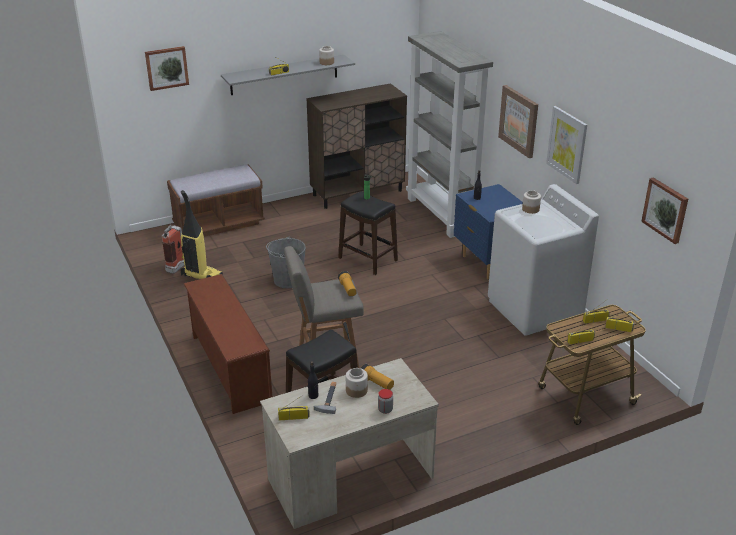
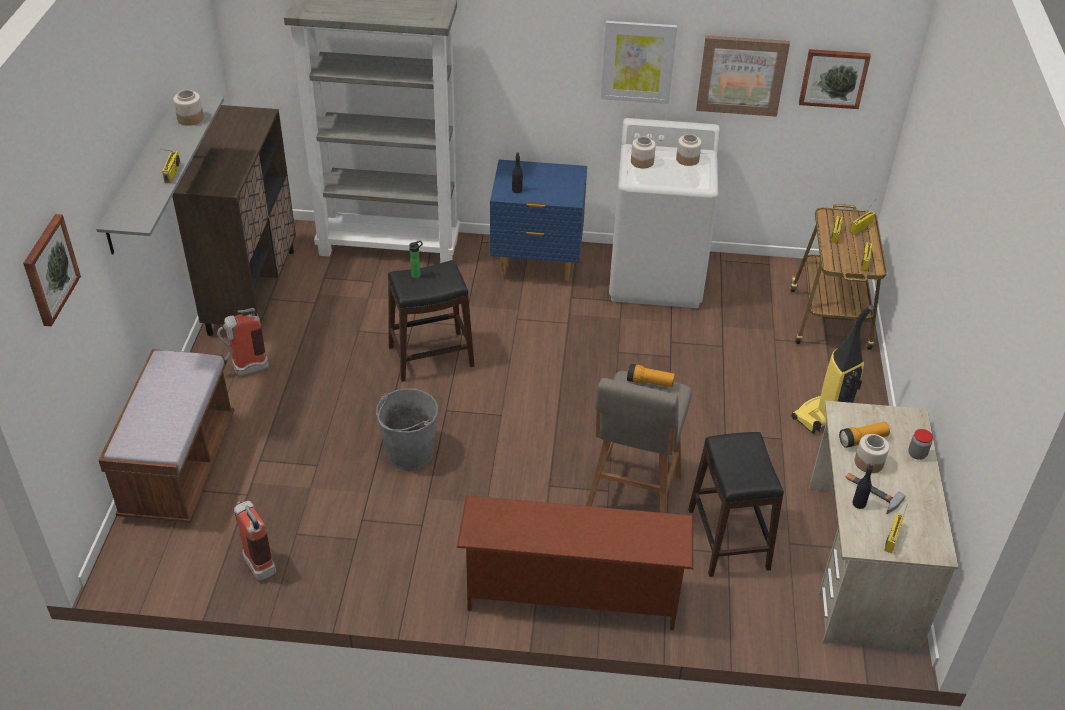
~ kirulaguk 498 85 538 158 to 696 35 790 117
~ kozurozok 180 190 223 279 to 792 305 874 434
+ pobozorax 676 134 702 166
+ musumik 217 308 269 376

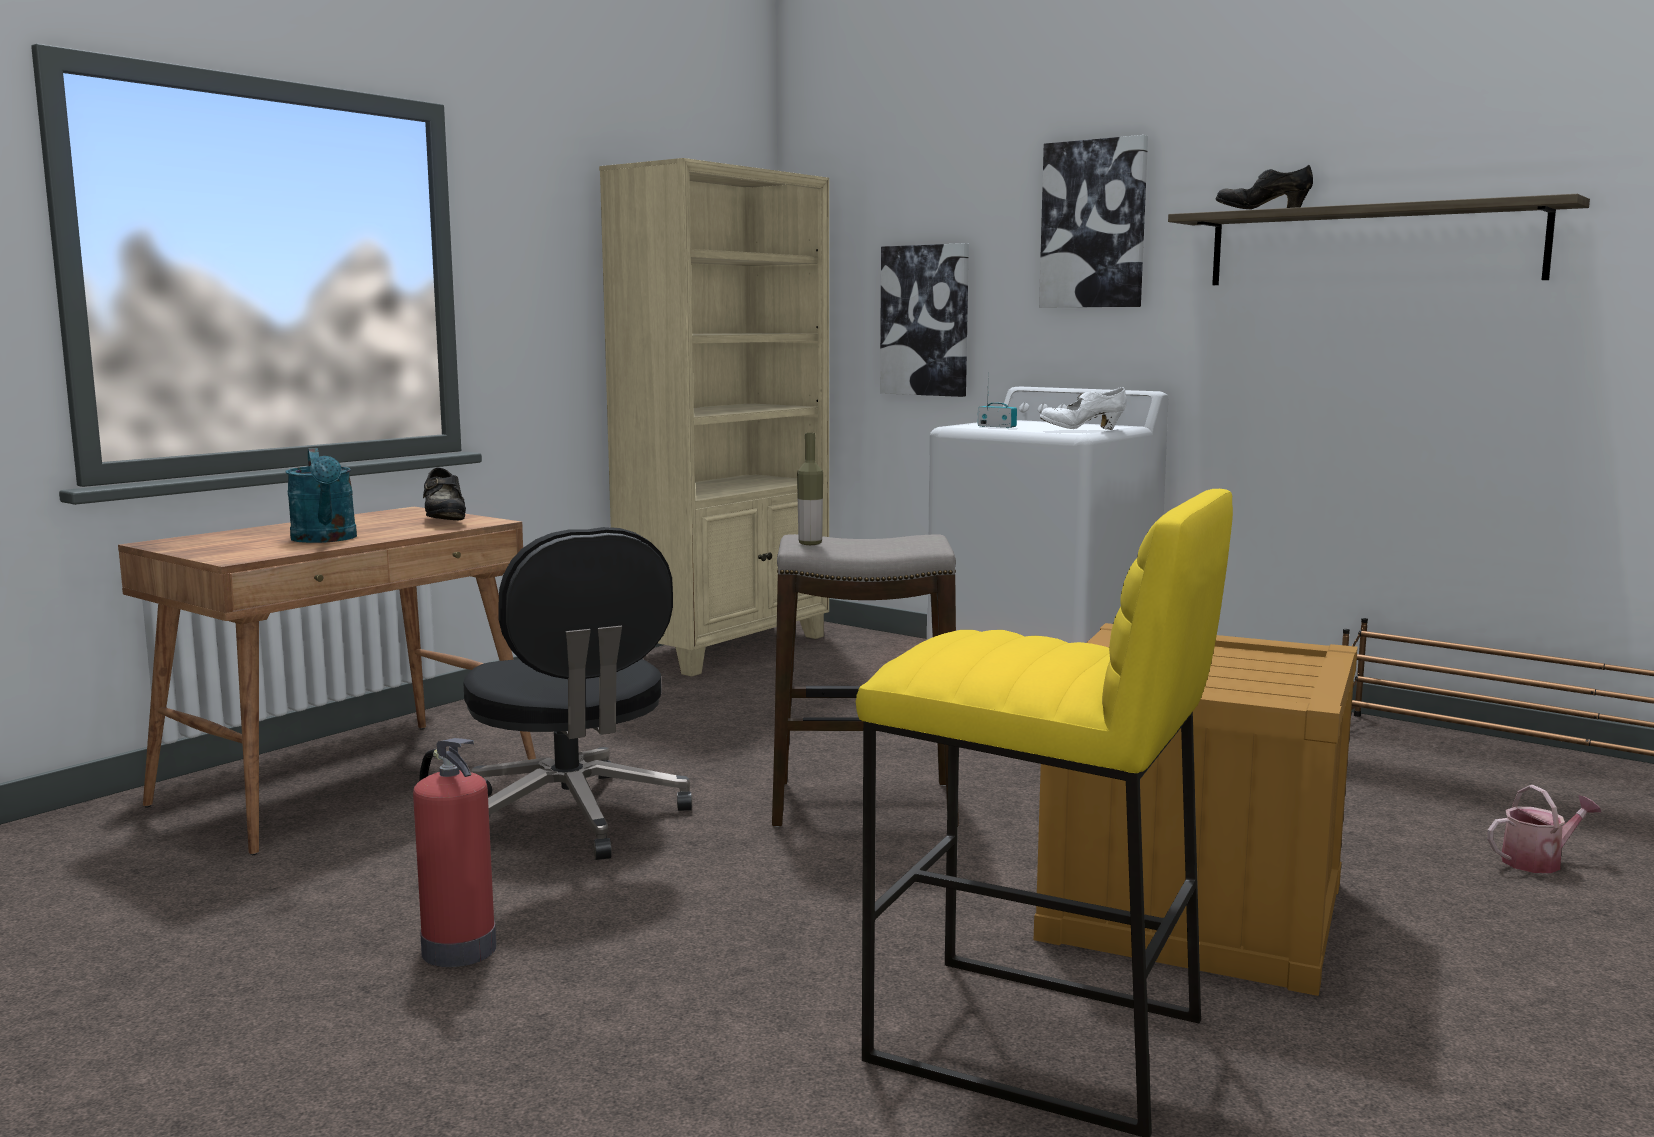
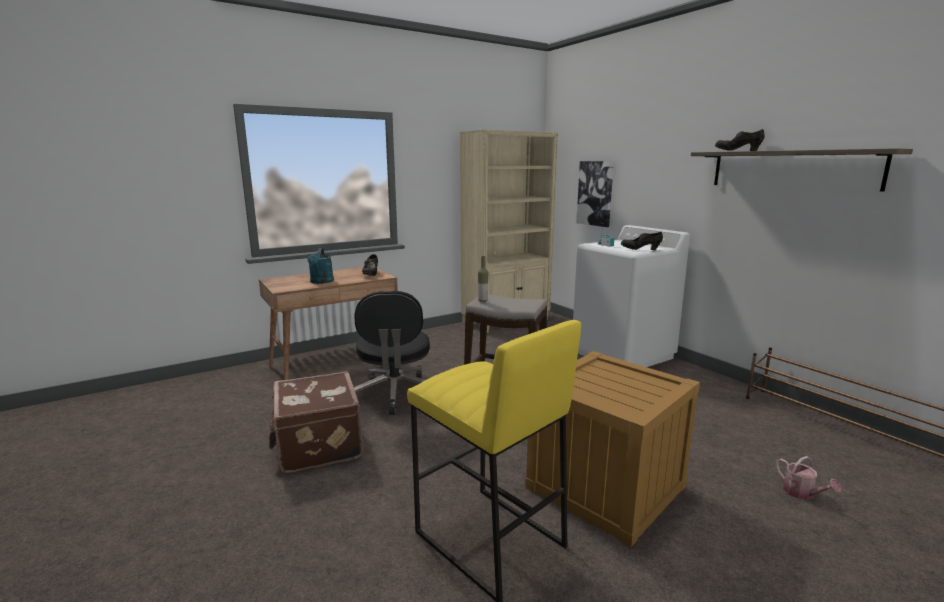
- kirulaguk 1039 135 1148 307
~ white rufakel 1040 387 1127 430 to black rufakel 621 232 663 250
~ musumik 413 738 496 967 to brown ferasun 269 371 363 473
~ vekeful 1487 785 1601 873 = 776 456 842 500 60 degrees clockwise

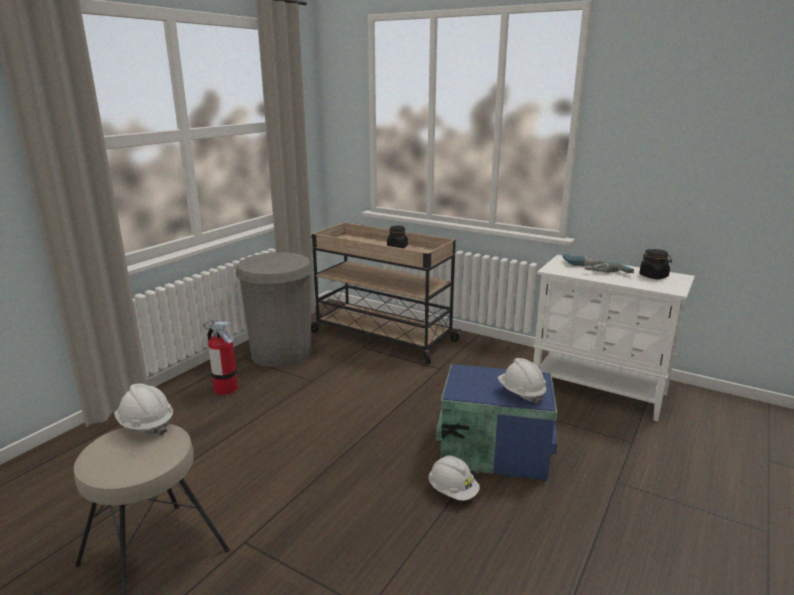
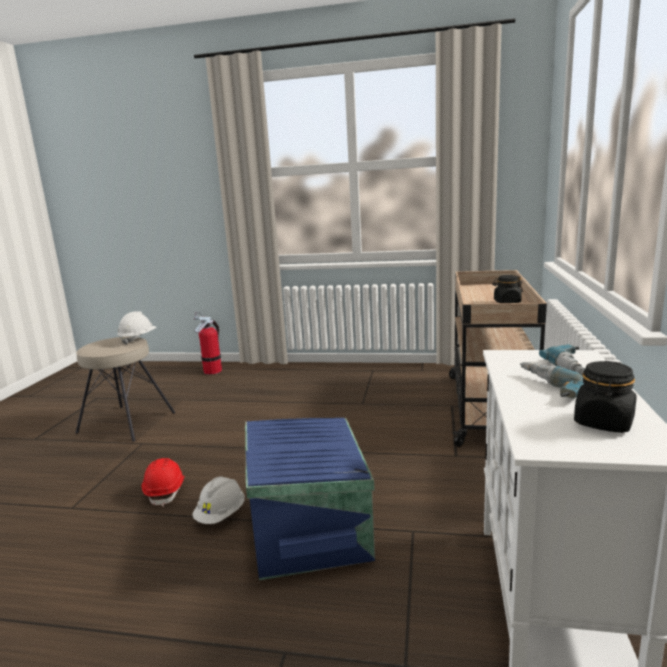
- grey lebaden 236 252 313 367
~ musumik 203 320 238 395 to 194 312 222 374
- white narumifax 498 358 547 405
+ red narumifax 142 458 185 507

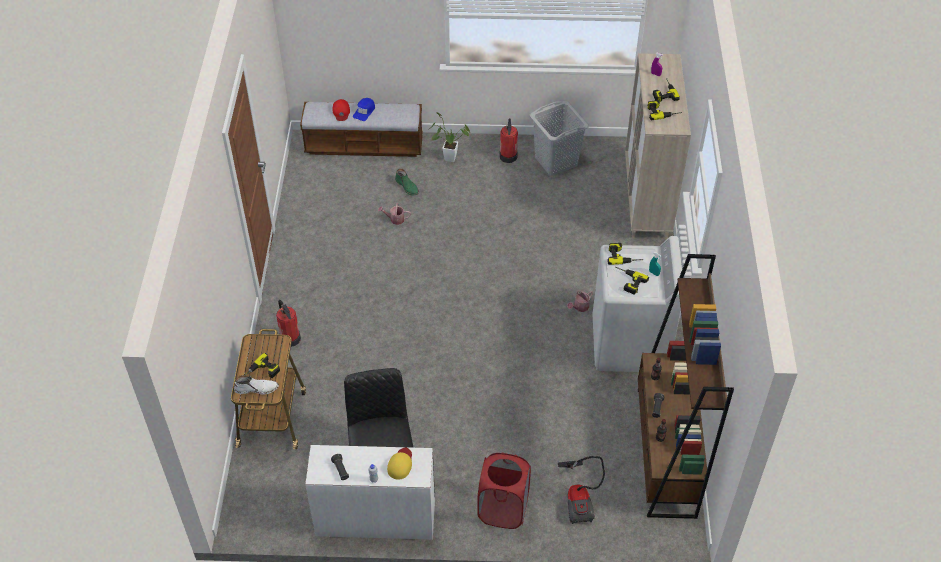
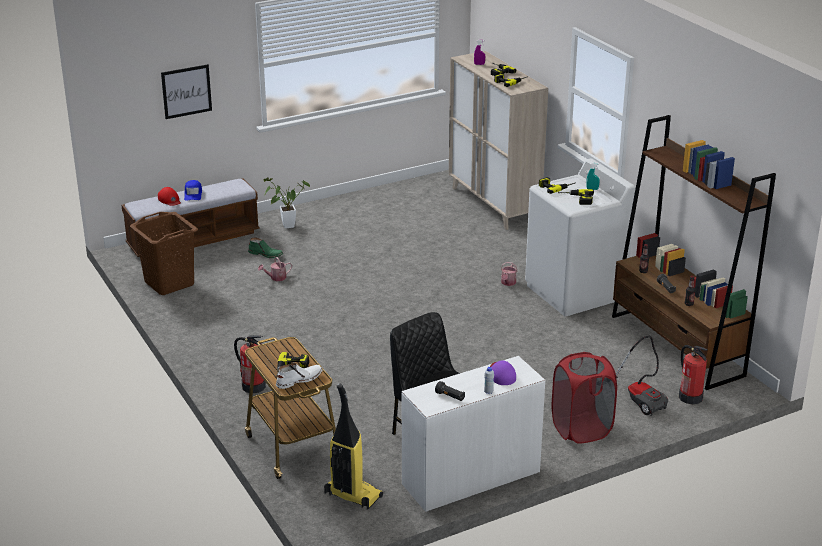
- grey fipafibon 530 101 589 175
~ musumik 499 118 518 163 to 679 345 708 404
~ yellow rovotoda 387 448 412 480 to purple rovotoda 490 361 516 385
+ kirulaguk 161 64 212 119
+ brown fipafibon 130 212 198 295
+ kozurozok 324 384 383 510

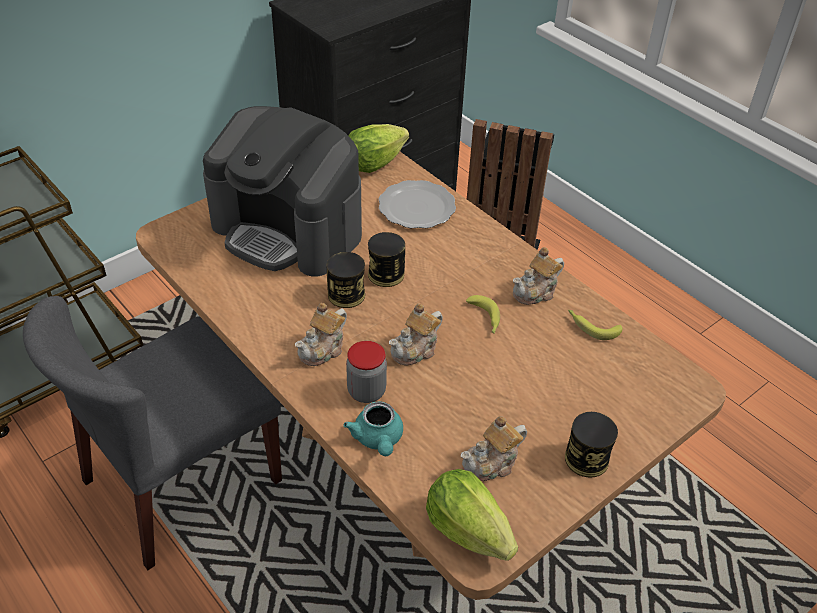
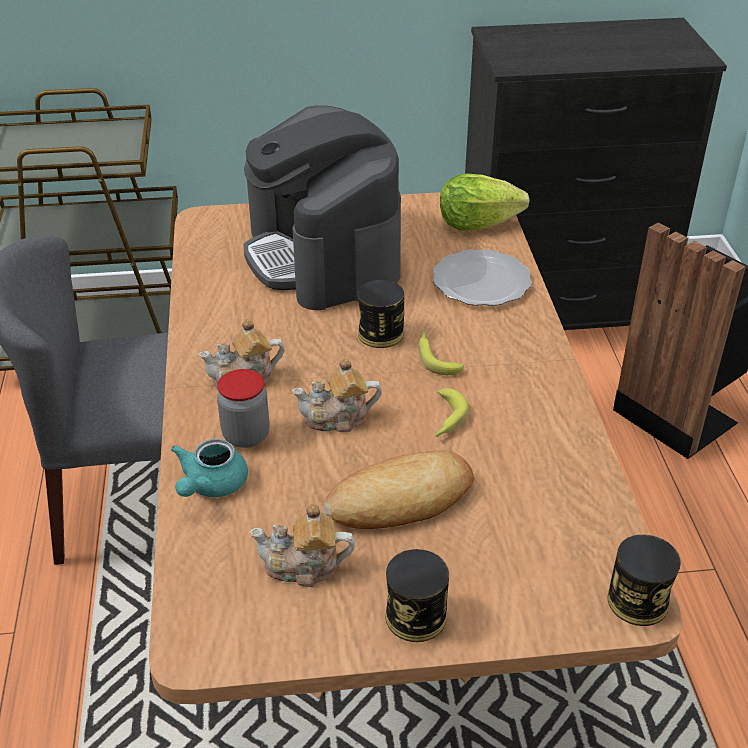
- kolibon 513 247 564 305
~ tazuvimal 327 252 365 308 to 608 534 681 626
~ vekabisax 568 310 622 340 to 419 331 464 375
- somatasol 426 469 518 561
+ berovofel 324 450 474 529

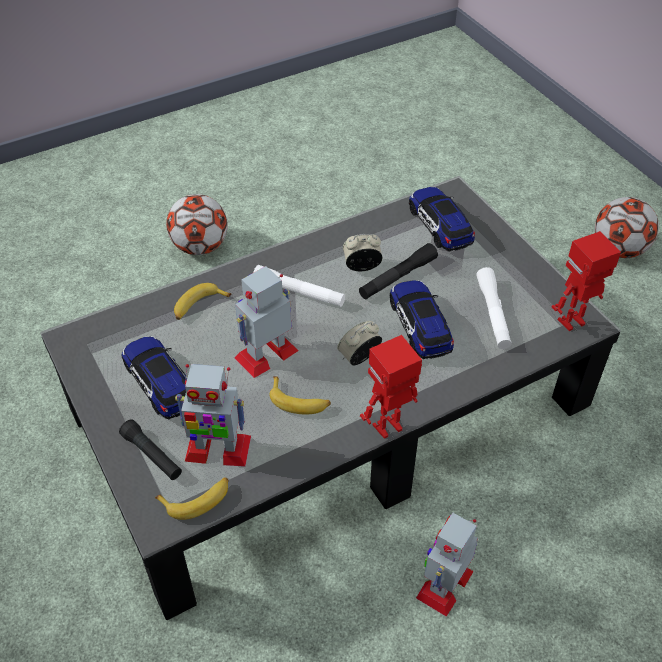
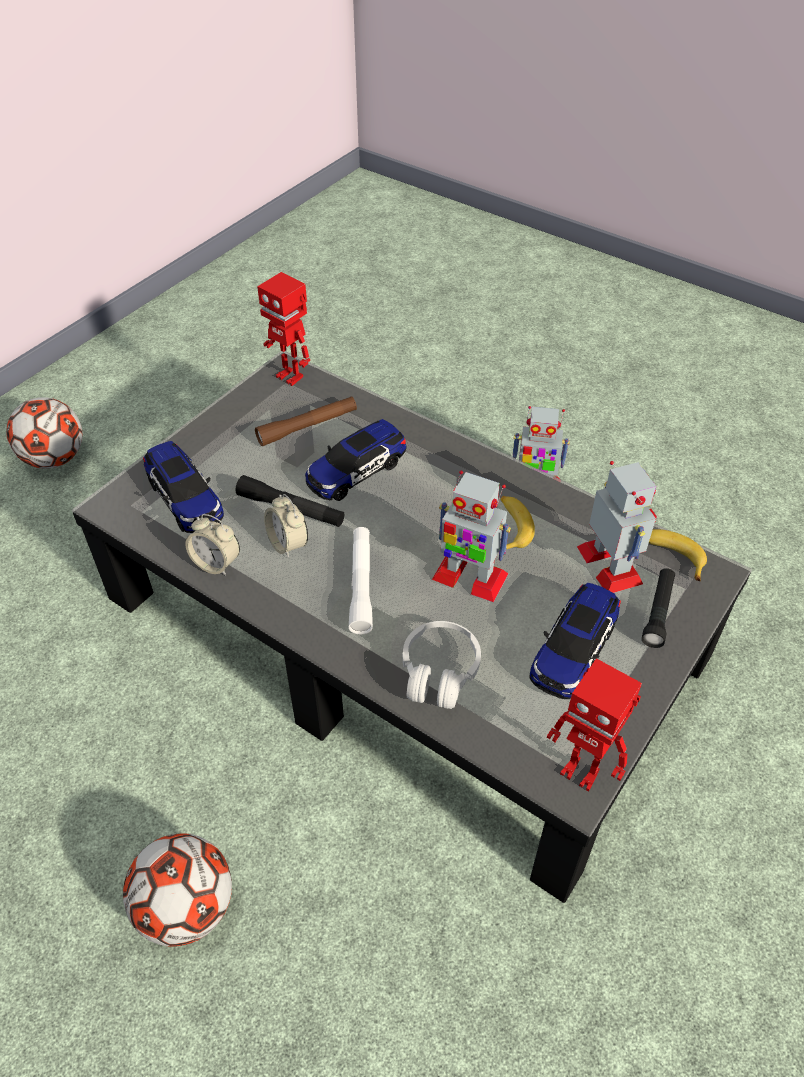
~ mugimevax 409 187 475 252 = 143 441 224 533 75 degrees counterclockwise
~ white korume 477 267 512 349 to brown korume 255 396 357 446
~ vekabisax 174 283 231 320 to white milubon 403 621 481 709
~ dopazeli 337 321 382 365 to 185 514 240 576
~ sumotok 360 335 422 439 to 547 658 642 792

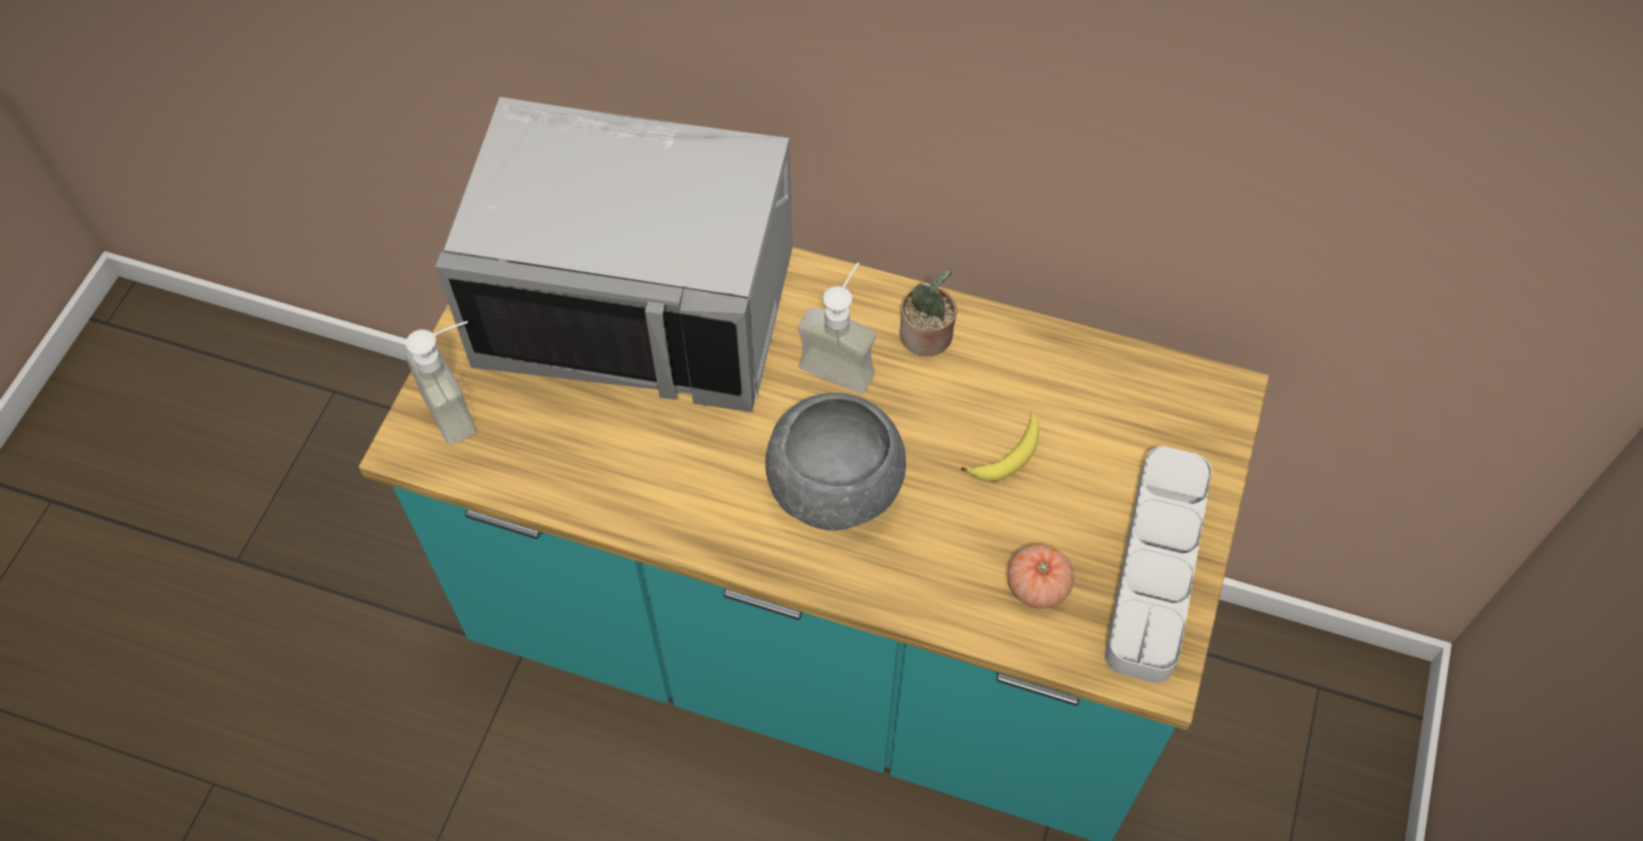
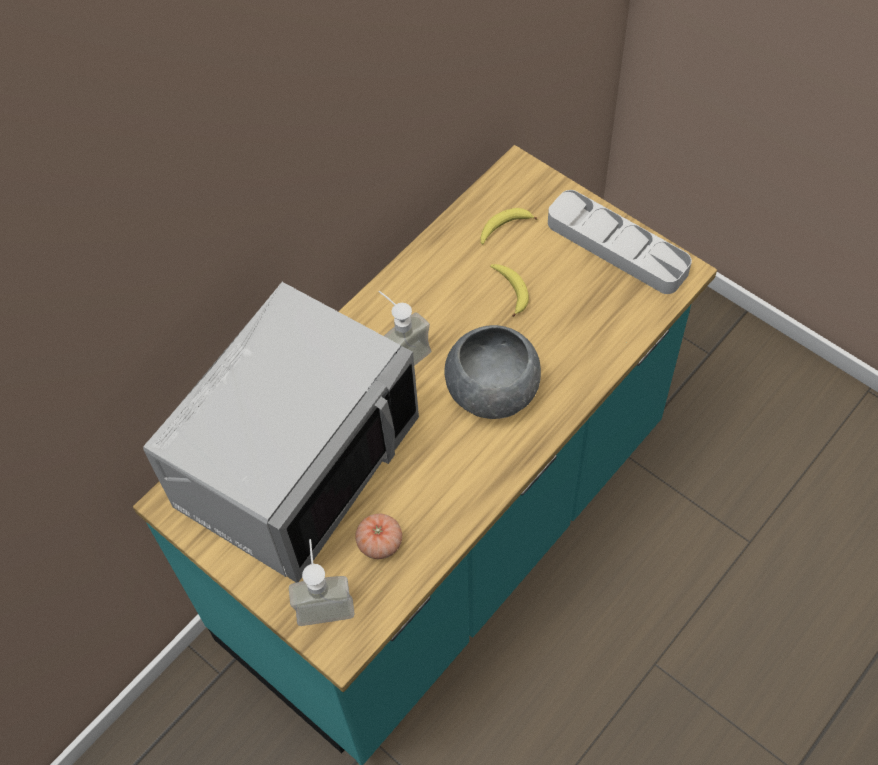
- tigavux 899 269 957 356
~ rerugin 1008 545 1074 609 to 355 514 402 559
+ vekabisax 481 208 538 244

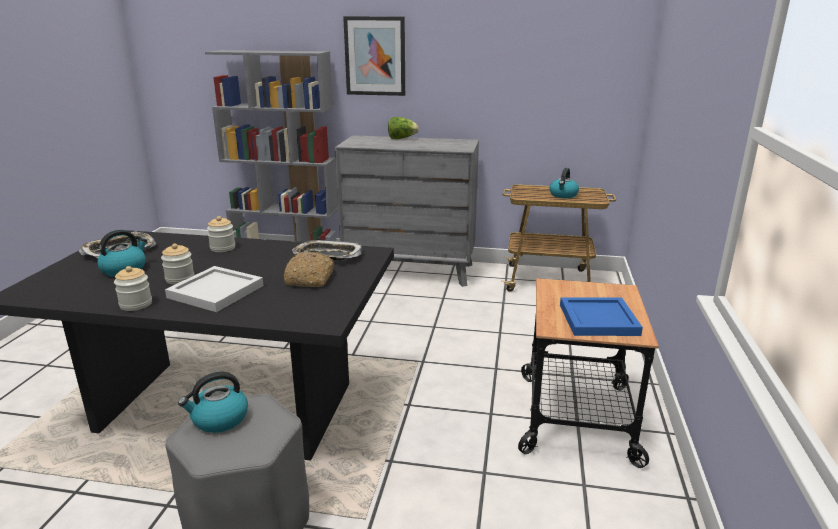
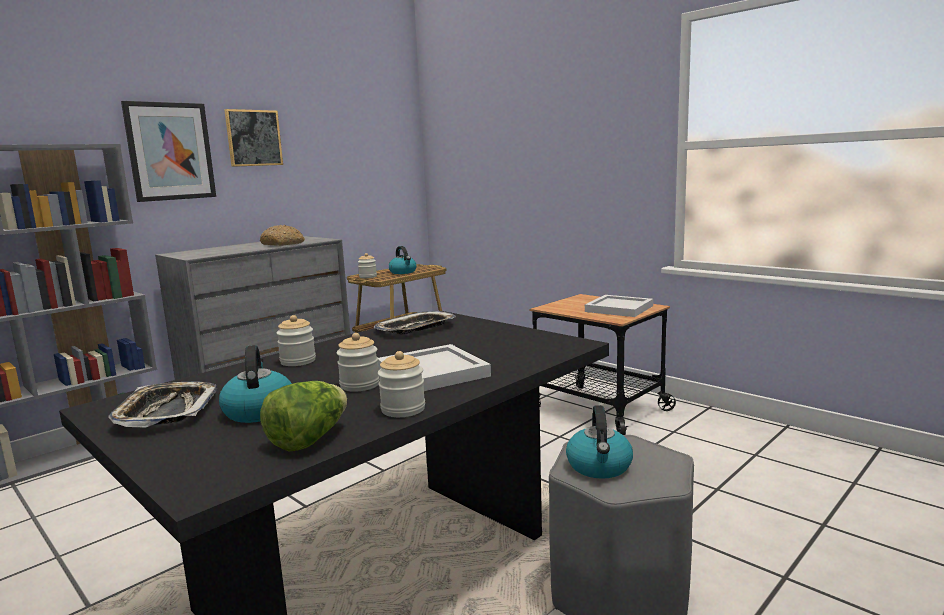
~ somatasol 388 117 419 139 to 260 381 347 451
~ berovofel 284 252 334 287 to 260 225 305 246
~ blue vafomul 560 297 643 336 to white vafomul 585 295 653 317
+ kirulaguk 224 109 283 167
+ pobozorax 358 253 377 278

